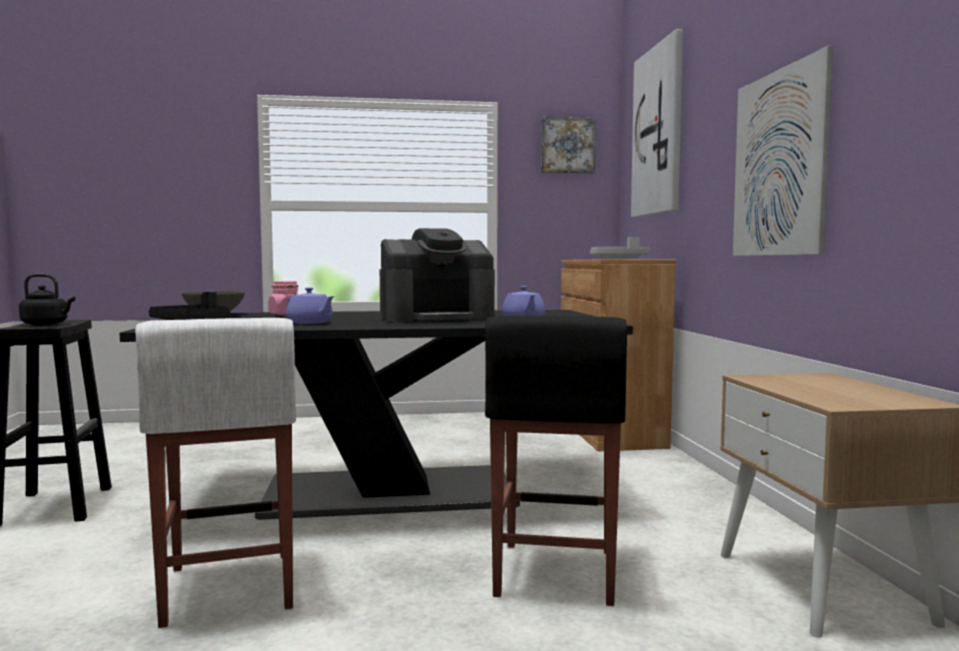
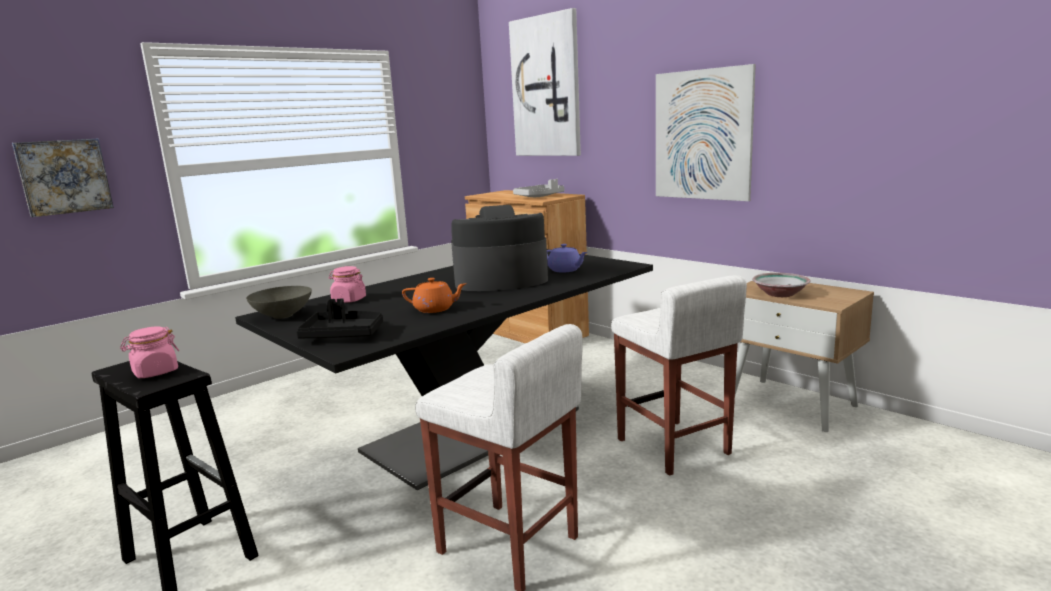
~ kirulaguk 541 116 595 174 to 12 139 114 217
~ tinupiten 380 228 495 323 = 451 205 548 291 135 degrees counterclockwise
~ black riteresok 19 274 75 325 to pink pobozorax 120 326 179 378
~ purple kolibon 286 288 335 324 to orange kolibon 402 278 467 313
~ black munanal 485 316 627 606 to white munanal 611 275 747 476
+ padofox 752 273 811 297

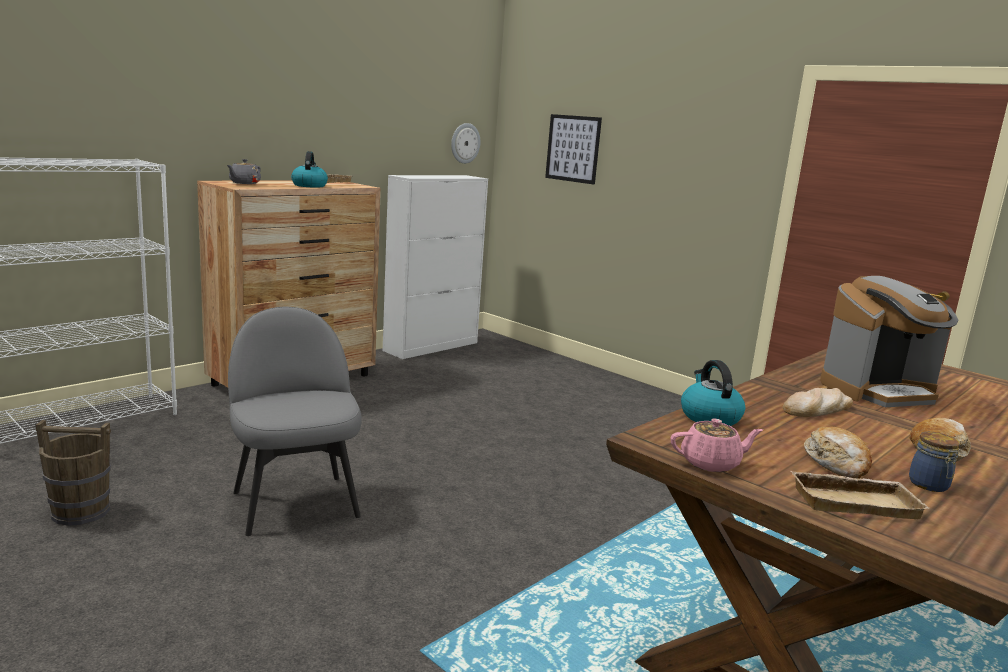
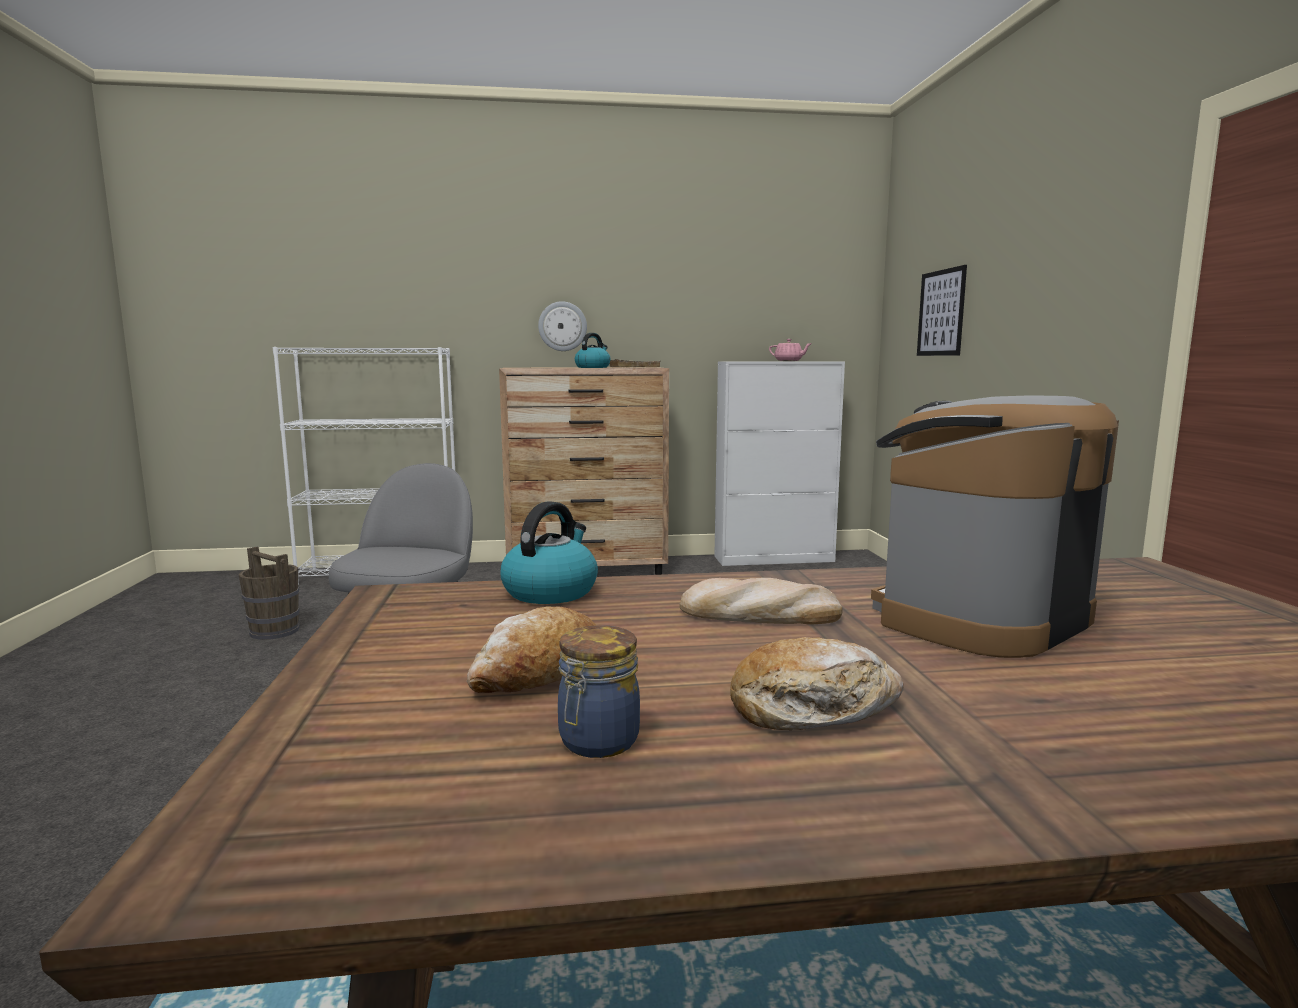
~ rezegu 451 123 480 164 to 538 301 587 351
- grey kolibon 227 159 261 184
~ tinupiten 820 276 959 407 = 871 395 1119 658 120 degrees clockwise
~ pink kolibon 670 419 763 472 to 769 339 812 361
- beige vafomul 791 471 930 519

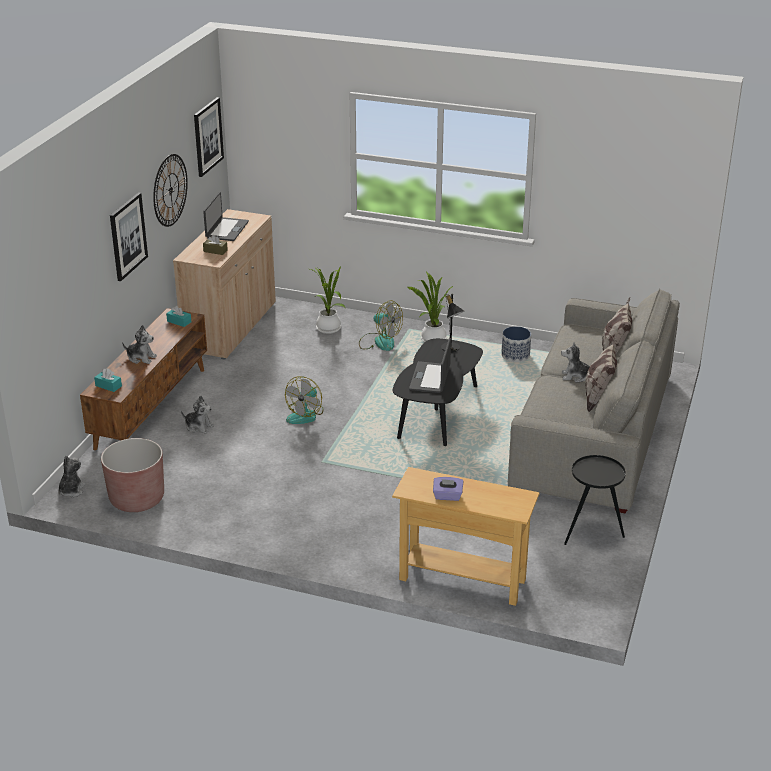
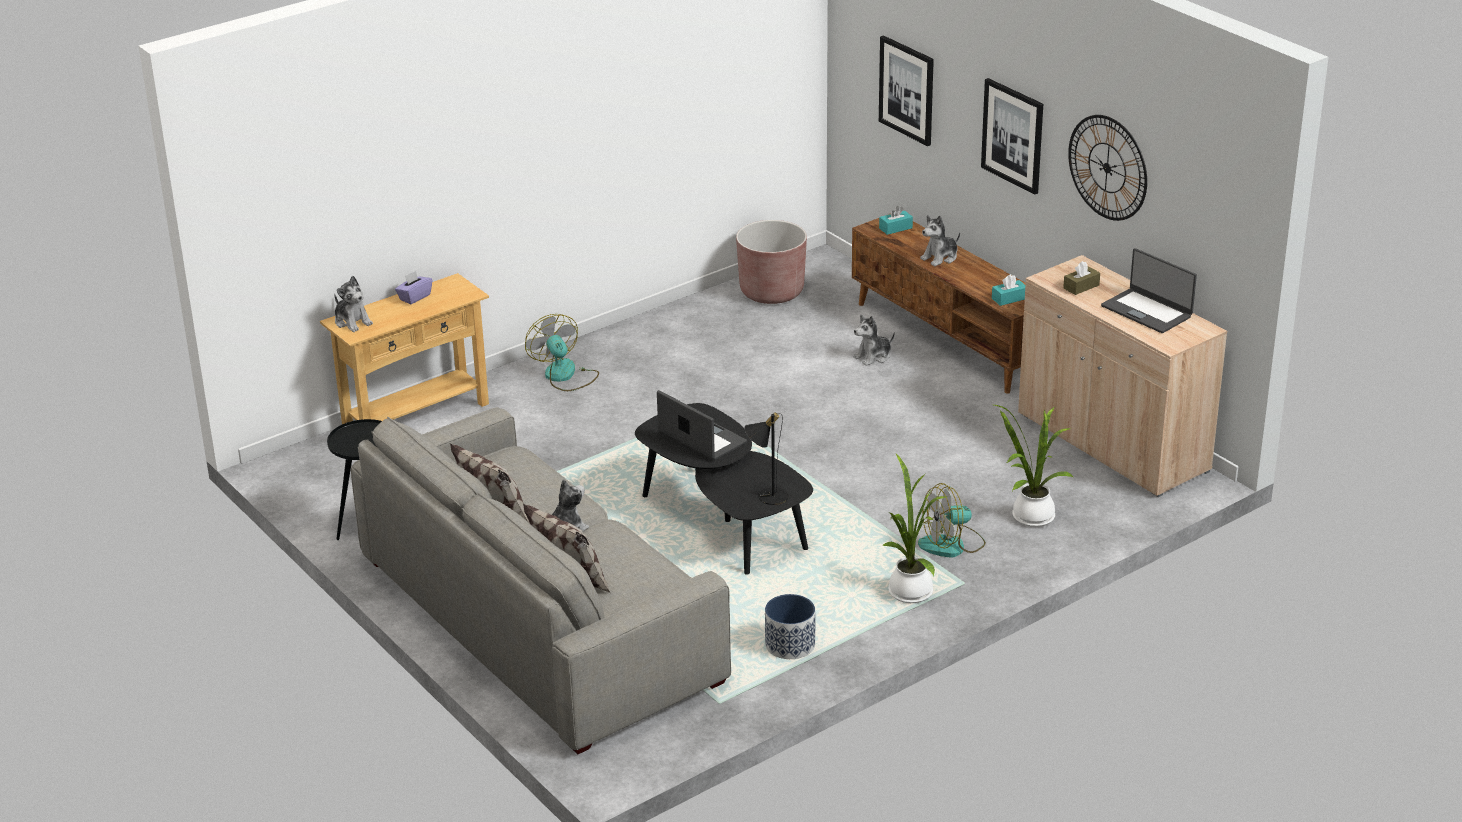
~ kirulaguk 194 97 224 177 to 879 35 934 146
~ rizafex 285 376 324 424 to 525 314 599 391
~ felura 58 456 85 497 to 334 276 373 332

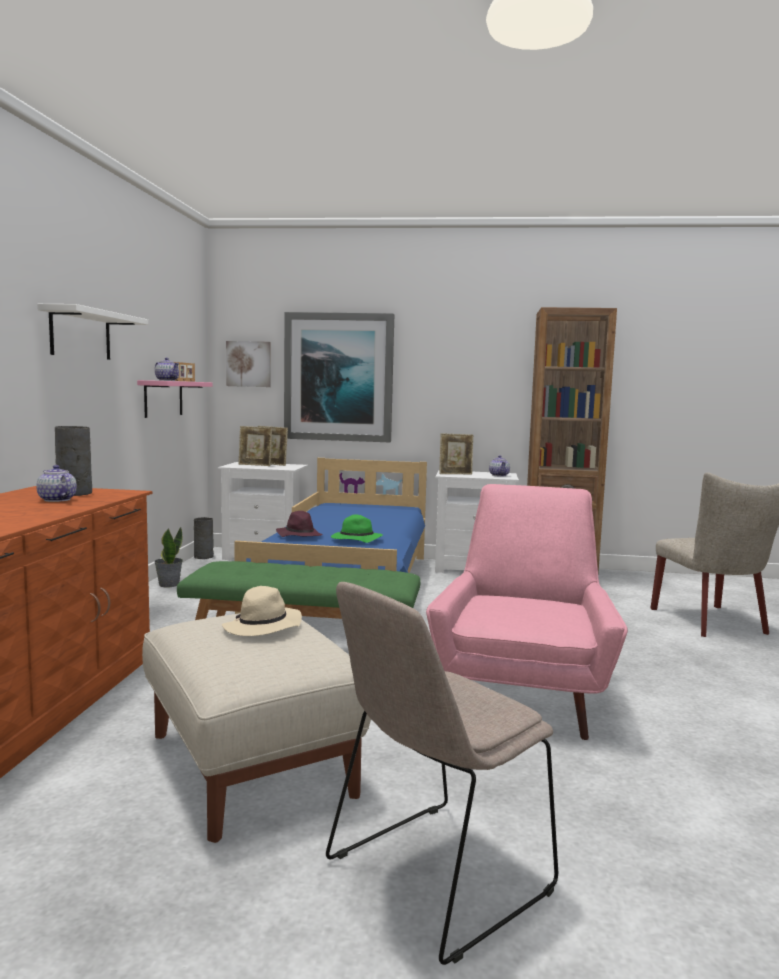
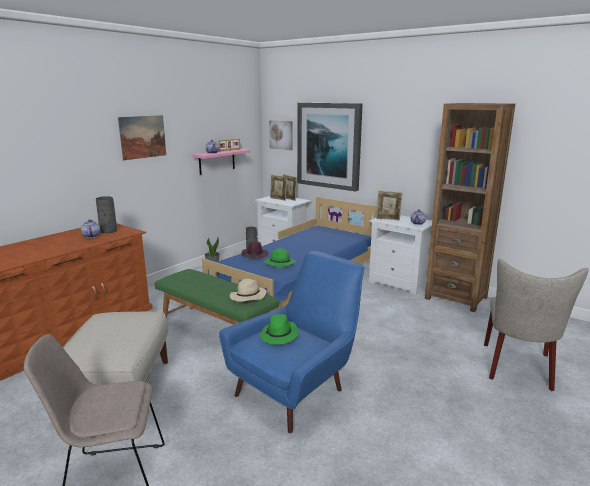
~ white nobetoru 37 304 148 360 to kirulaguk 118 115 166 161
~ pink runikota 426 484 628 740 to blue runikota 219 251 364 433
~ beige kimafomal 222 586 302 636 to 230 279 267 302
+ green kimafomal 259 314 299 345

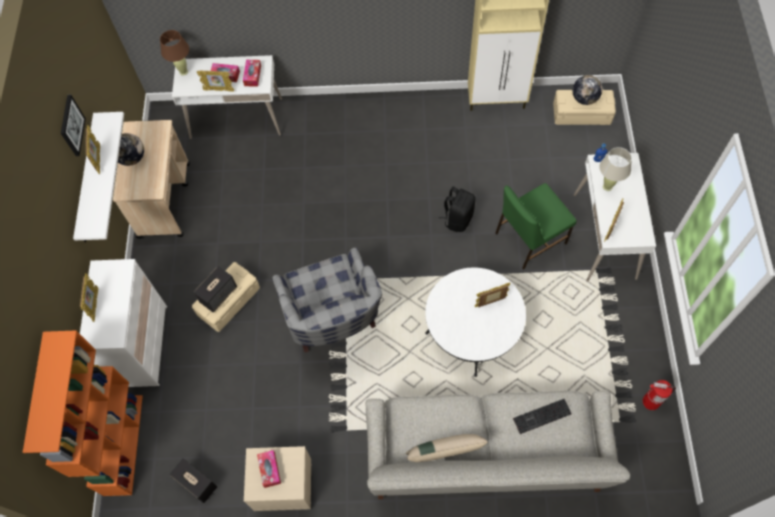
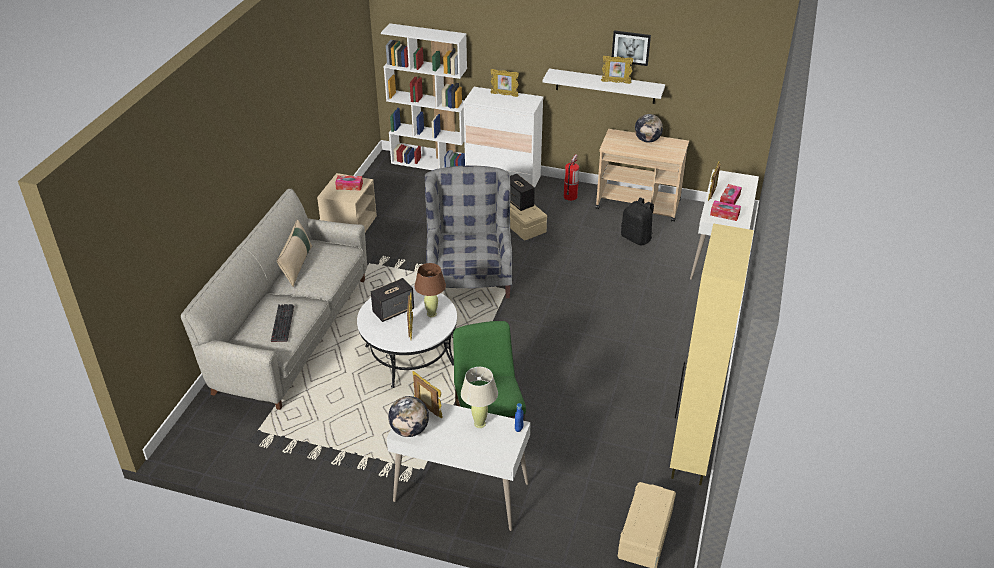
~ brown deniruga 160 30 189 76 to 414 263 446 317
~ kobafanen 573 75 602 105 to 388 396 429 437
~ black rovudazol 439 187 476 232 to 621 197 654 246
~ grey runikota 272 247 382 352 = 425 166 512 298 90 degrees clockwise
~ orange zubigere 23 330 143 496 to white zubigere 381 23 467 170
~ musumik 643 380 676 410 to 564 154 579 201
~ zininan 169 458 218 503 to 371 278 414 322

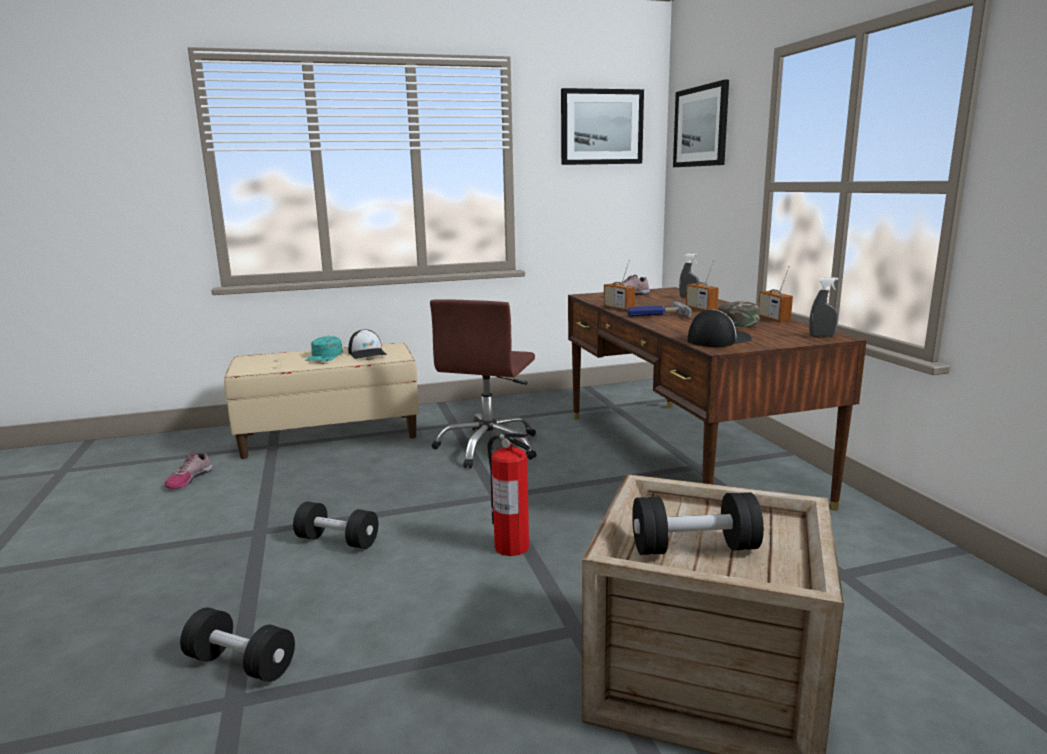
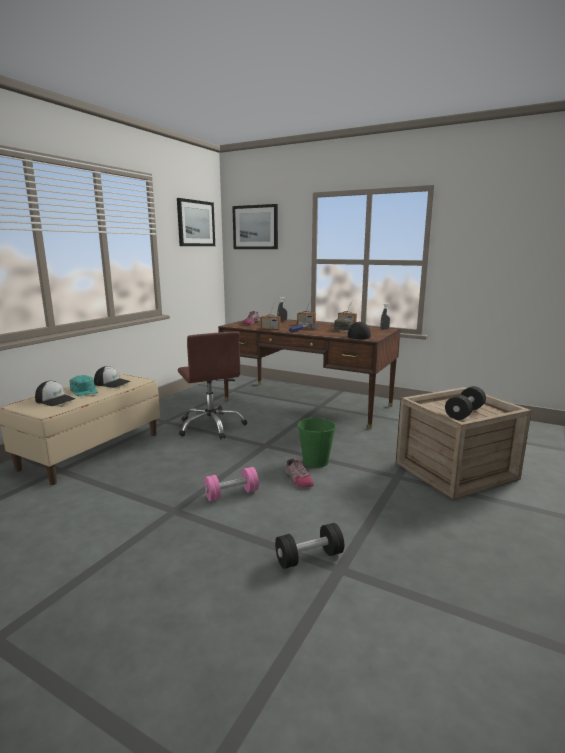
~ musumik 487 433 530 556 to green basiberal 297 416 336 468
~ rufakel 164 453 213 489 to 286 458 314 487
~ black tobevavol 293 502 378 549 to pink tobevavol 204 467 259 501
+ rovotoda 35 381 76 406

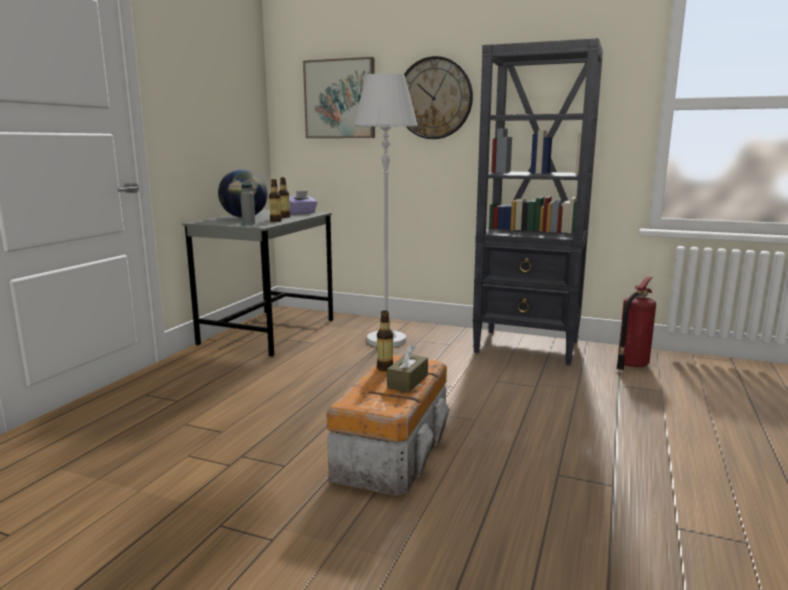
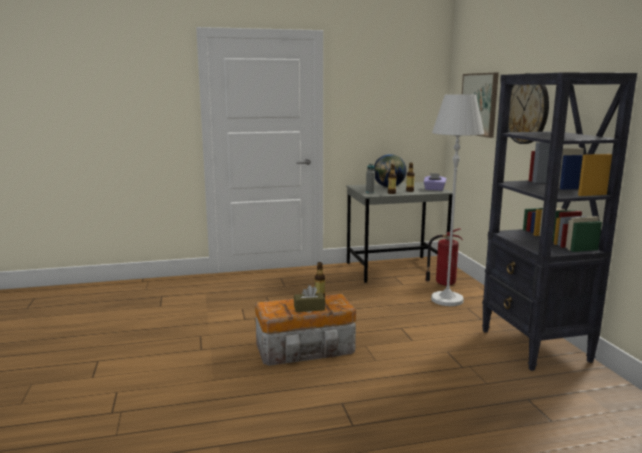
~ musumik 616 276 656 370 to 425 228 463 286

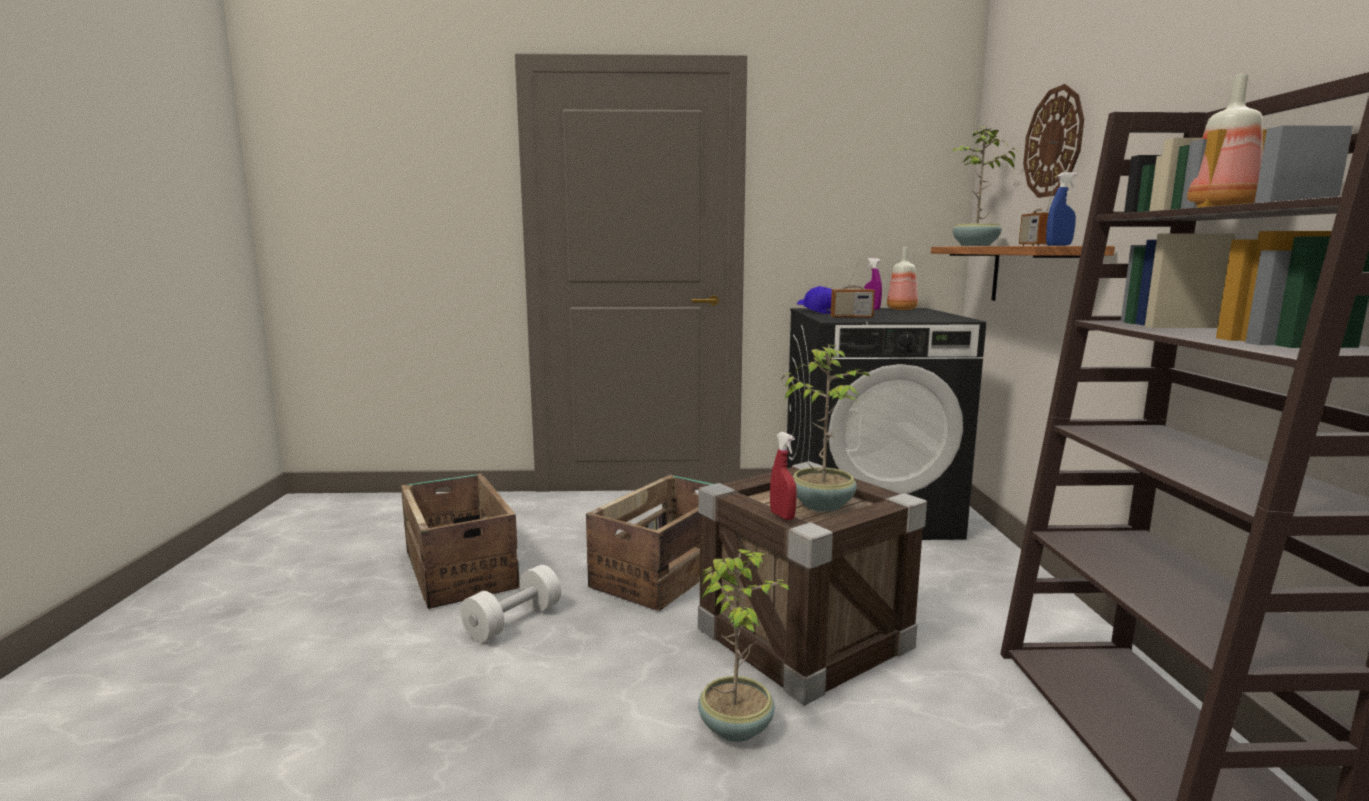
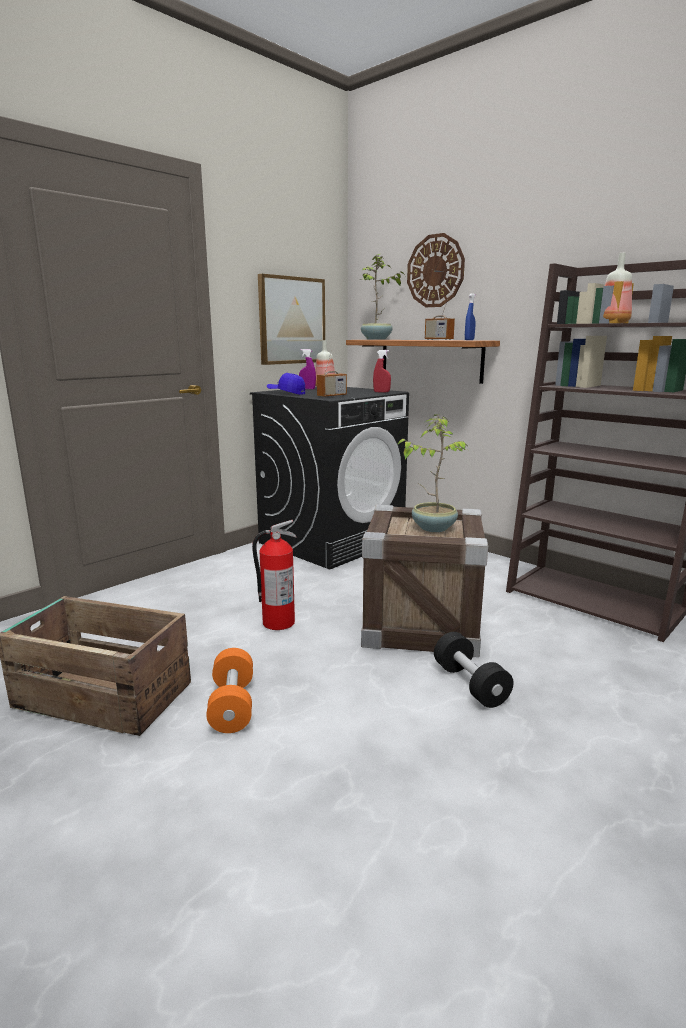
~ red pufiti 770 432 797 520 to 373 350 391 393
~ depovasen 586 475 713 611 to musumik 252 520 297 630
~ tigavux 698 549 791 742 to black tobevavol 434 632 513 708
~ white tobevavol 461 565 561 642 to orange tobevavol 206 648 253 733
+ kirulaguk 258 274 325 365

